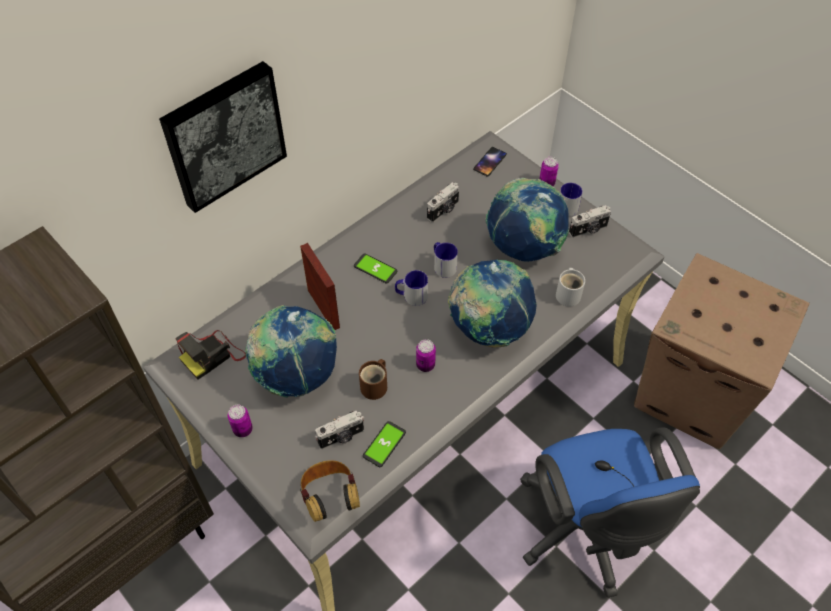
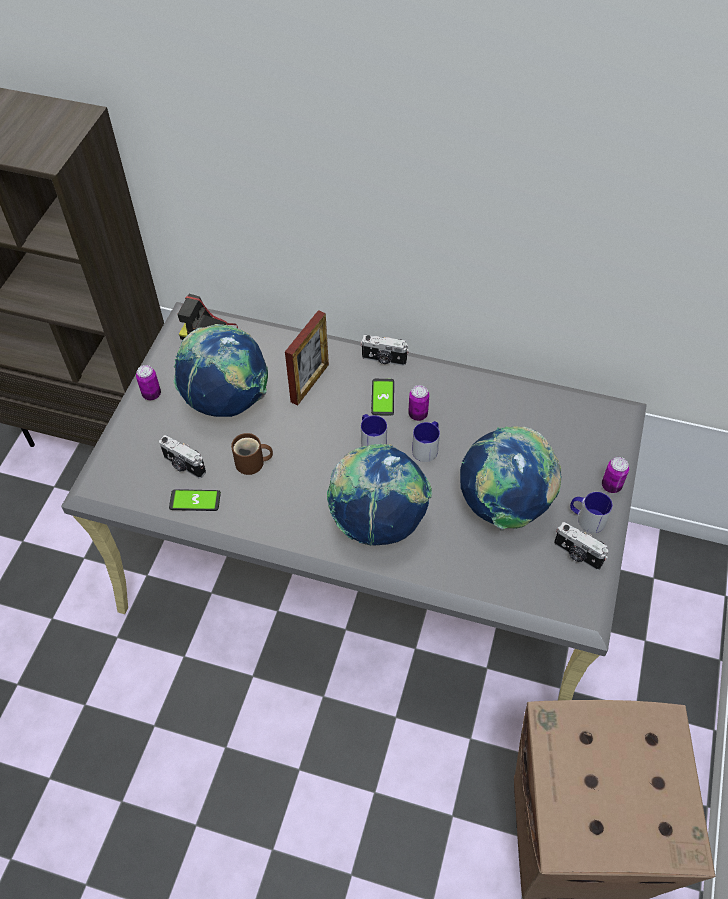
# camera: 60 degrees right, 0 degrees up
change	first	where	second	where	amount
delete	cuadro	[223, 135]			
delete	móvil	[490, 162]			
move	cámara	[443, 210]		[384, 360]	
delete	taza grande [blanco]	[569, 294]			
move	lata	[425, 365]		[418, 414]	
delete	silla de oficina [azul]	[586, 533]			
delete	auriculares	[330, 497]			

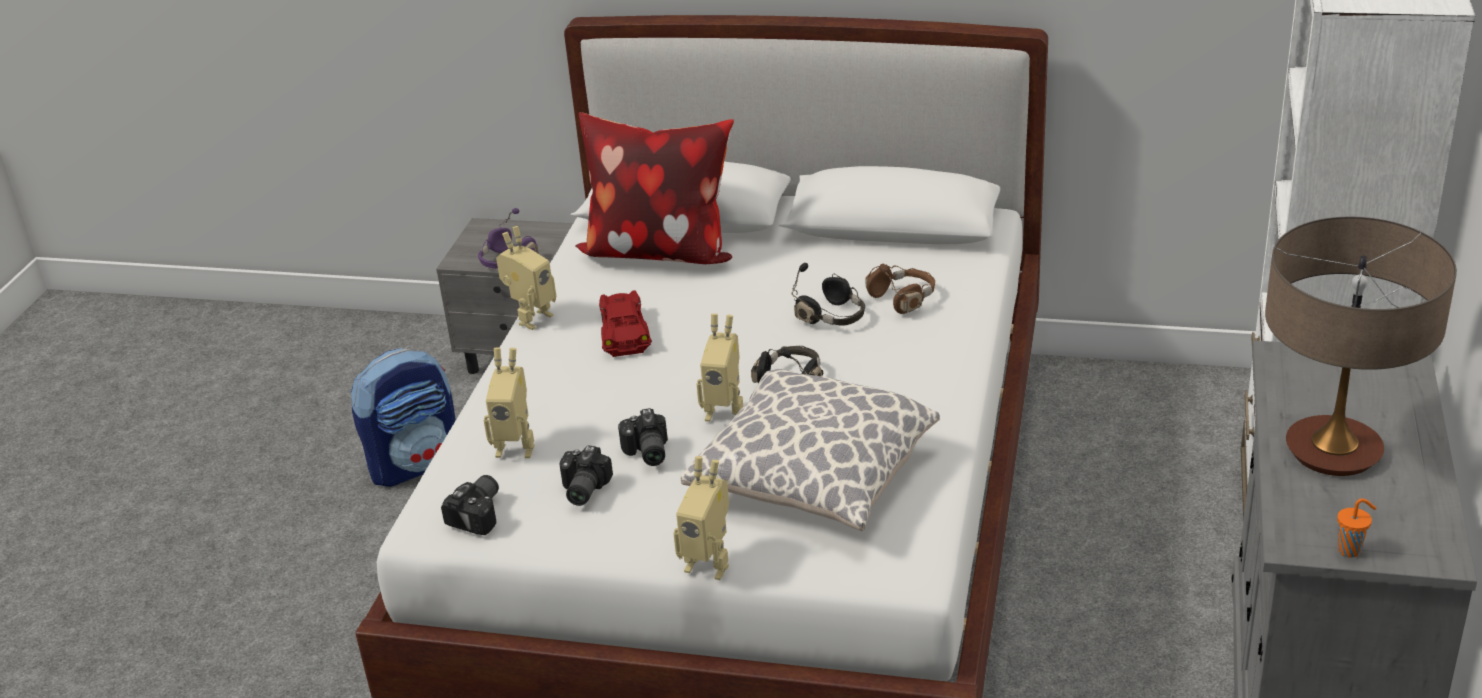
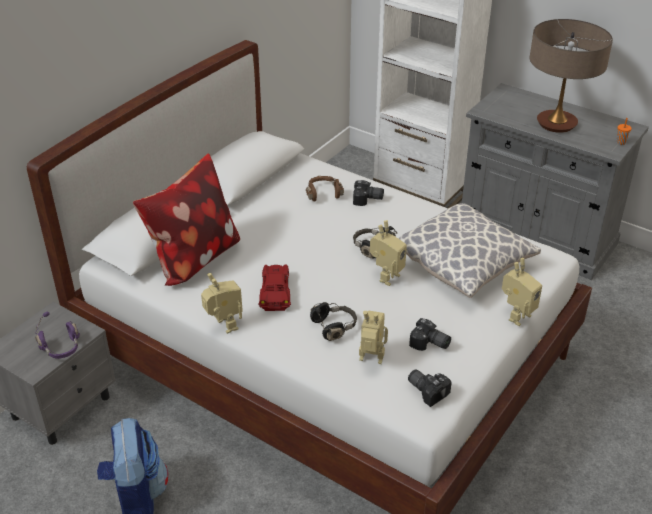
# camera: 70 degrees left, 5 degrees up
change	first	where	second	where	amount
move	auriculares [negro]	[833, 317]		[334, 327]	
rotate	coche de juguete [rojo]	[624, 332]		[275, 292]	75 degrees clockwise
rotate	robot de juguete	[516, 447]		[370, 360]	105 degrees counterclockwise
move	cámara	[646, 453]		[367, 200]	

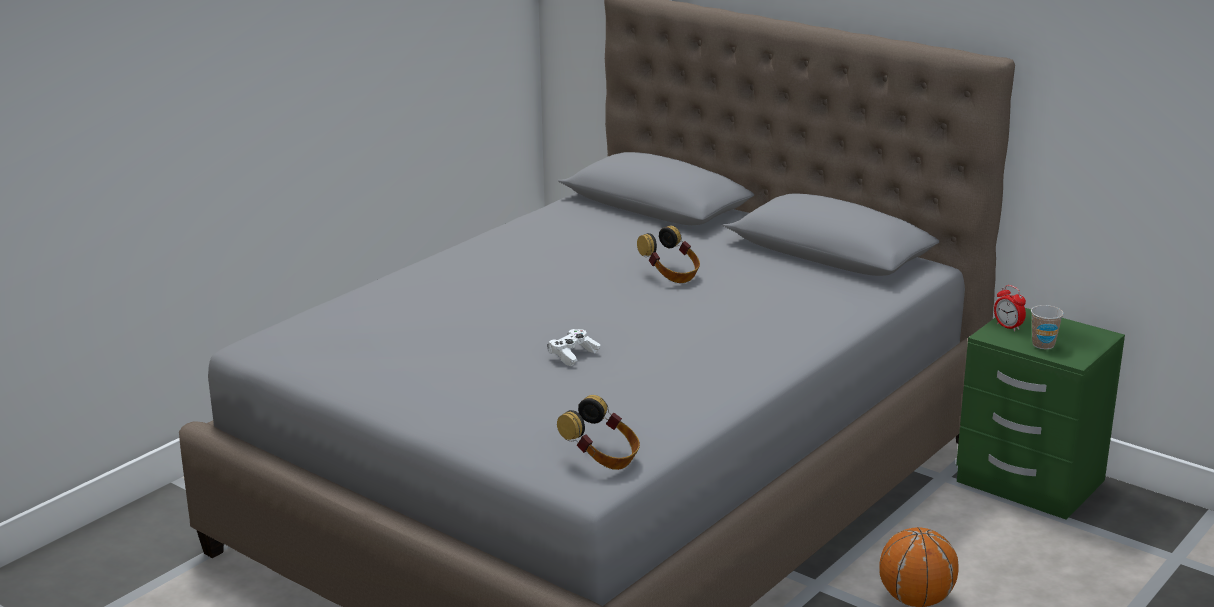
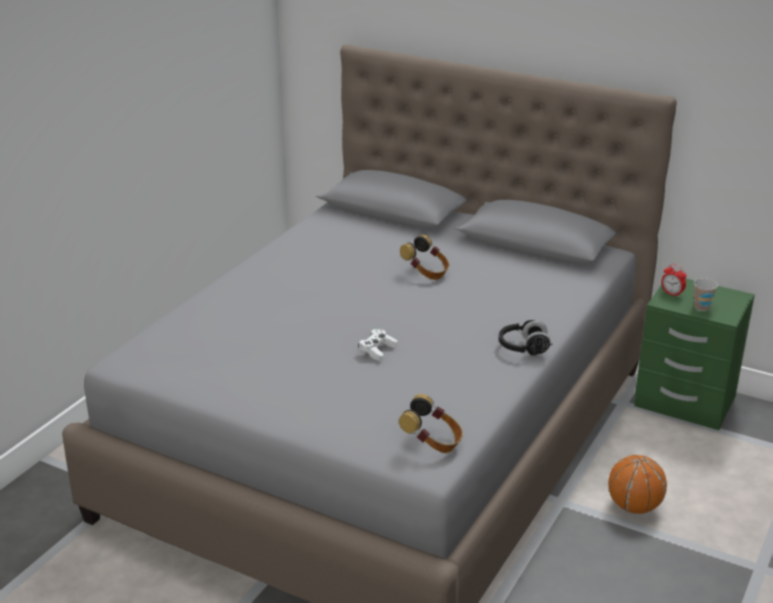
# camera: 10 degrees left, 5 degrees up
change	first	where	second	where	amount
insert			auriculares [negro]	[523, 348]	

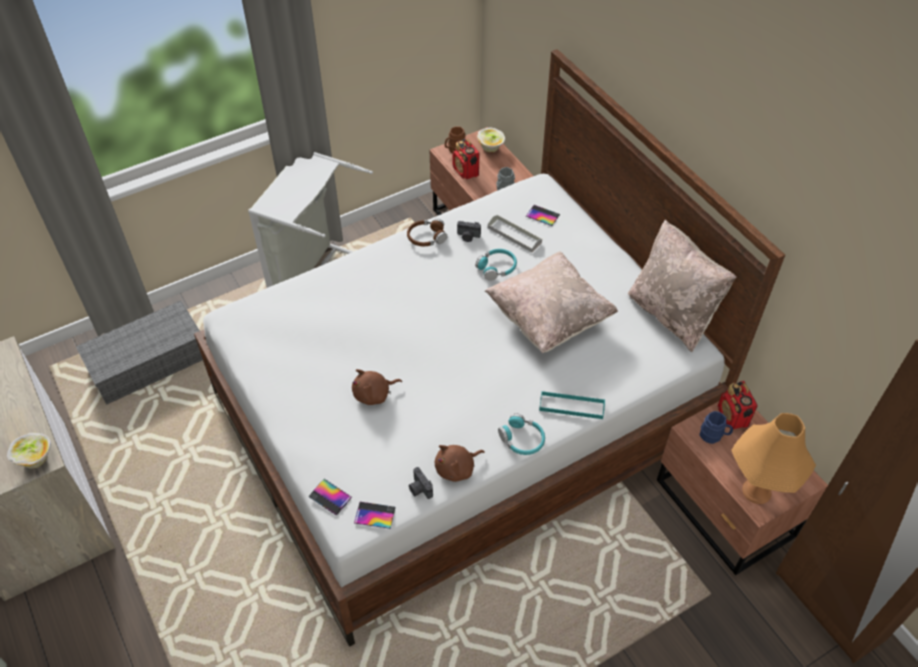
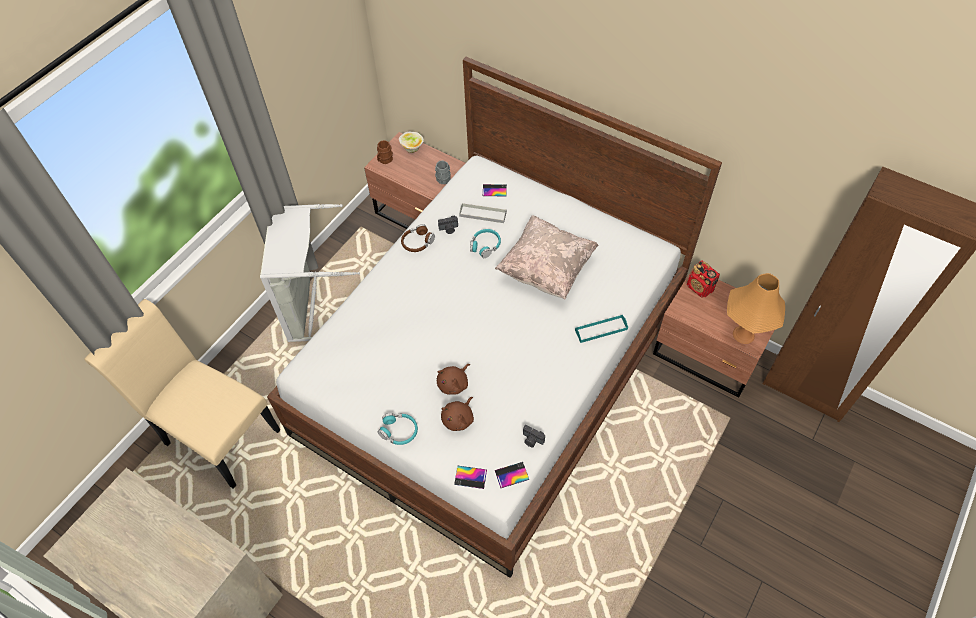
# camera: 25 degrees left, 5 degrees up
change	first	where	second	where	amount
delete	radio	[466, 171]			
delete	cojín [beis]	[672, 314]			
replace	caja de almacenaje [gris]	[150, 361]	silla [beis]	[216, 433]	
delete	taza grande [azul]	[714, 435]			
move	auriculares [turquesa]	[522, 439]		[399, 431]	
delete	cuenco	[36, 460]			
move	peluche [marrón]	[457, 468]		[459, 418]	

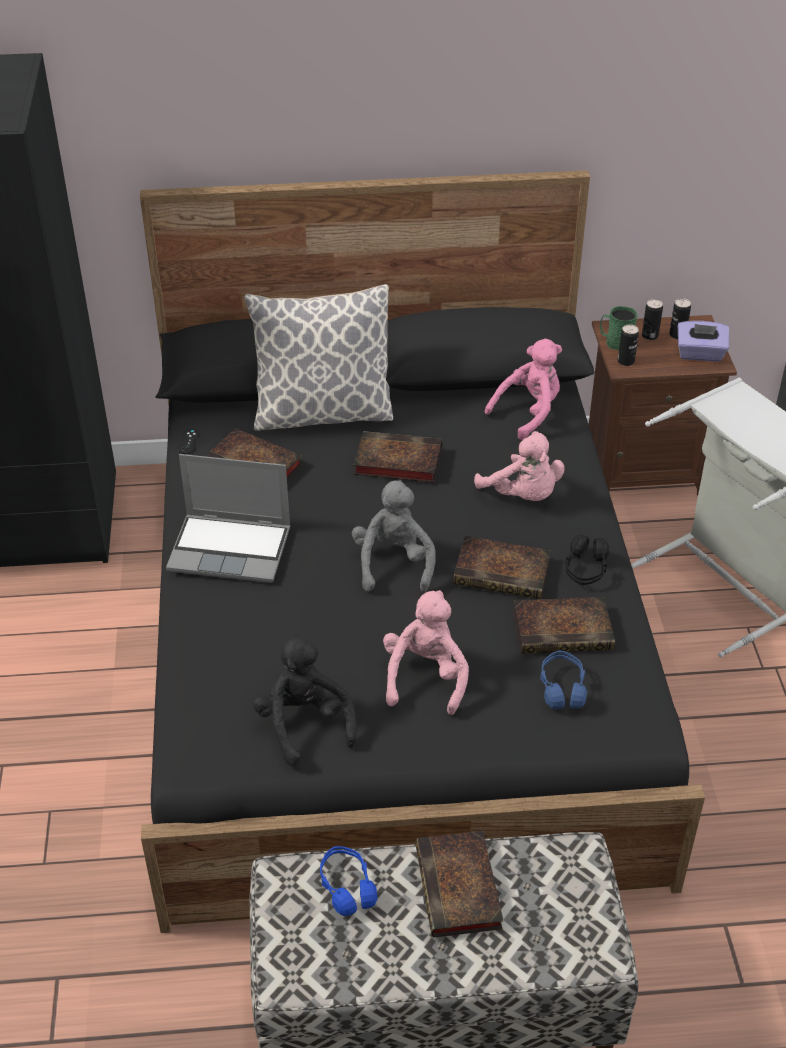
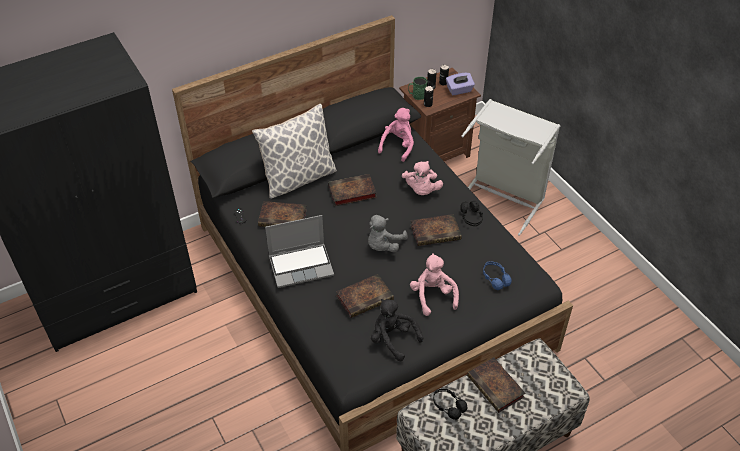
# camera: 25 degrees left, 5 degrees up
change	first	where	second	where	amount
rotate	peluche [rosa]	[523, 495]		[421, 190]	60 degrees clockwise
rotate	peluche [gris]	[393, 563]		[383, 245]	120 degrees counterclockwise
move	libro	[565, 629]		[365, 297]	
recolor	auriculares [azul]	[347, 887]	auriculares [negro]	[448, 406]	

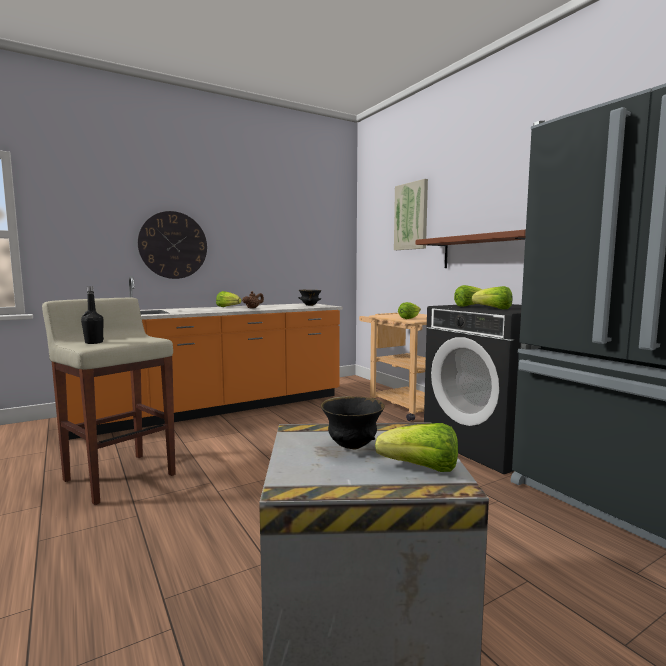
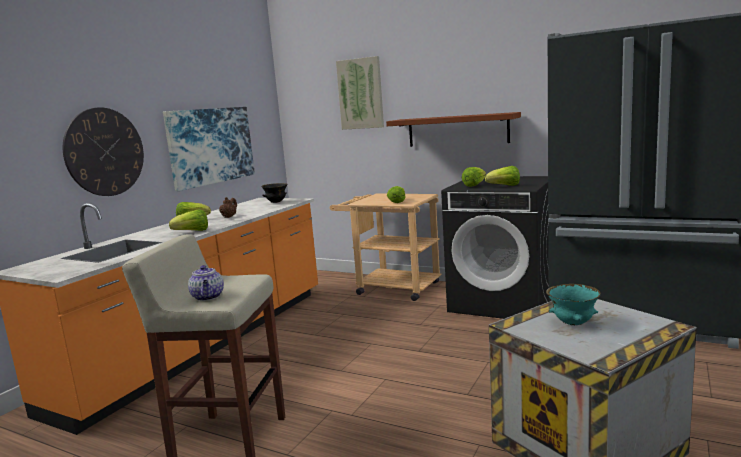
# camera: 30 degrees left, 5 degrees up
change	first	where	second	where	amount
replace	botella [negro]	[94, 342]	tetera	[208, 297]	
recolor	cuenco [negro]	[352, 447]	cuenco [turquesa]	[573, 323]	
move	lechuga	[421, 468]		[192, 232]	
insert			cuadro	[211, 146]	

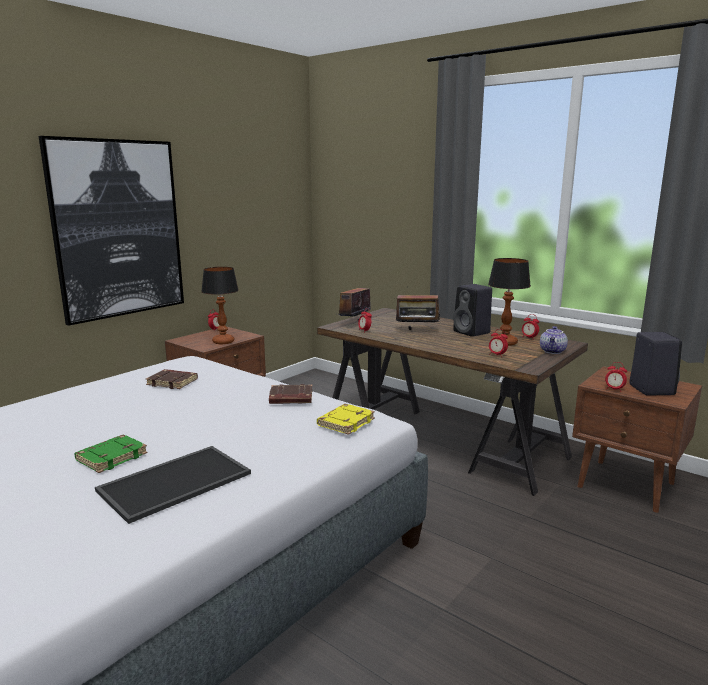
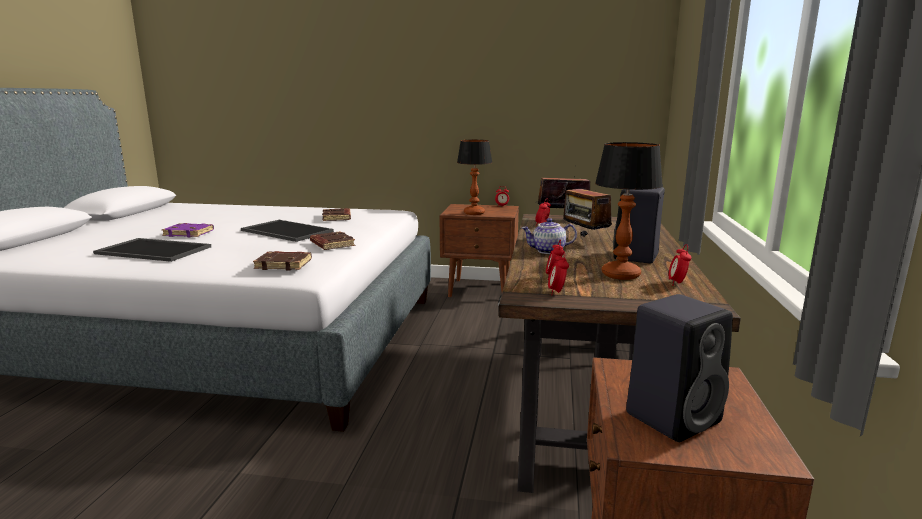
# camera: 60 degrees right, 0 degrees up
change	first	where	second	where	amount
delete	cuadro	[118, 229]			
move	tetera	[553, 351]		[548, 251]	
move	despertador	[614, 389]		[557, 292]	
recolor	libro [amarillo]	[345, 422]	libro [marrón]	[284, 264]	
recolor	libro [verde]	[112, 457]	libro [morado]	[189, 233]	
insert			bandeja	[285, 231]	

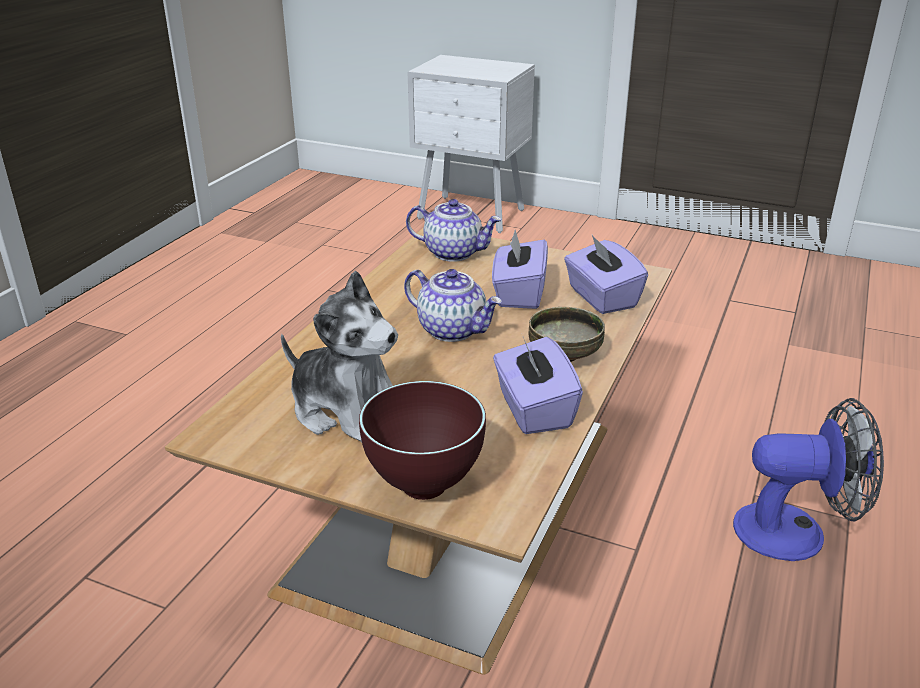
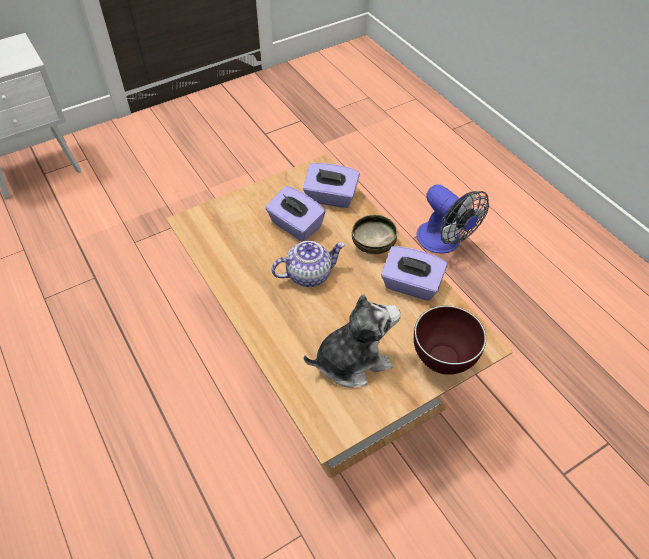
# camera: 55 degrees left, 20 degrees up
change	first	where	second	where	amount
delete	tetera	[454, 253]			
rotate	ventilador	[795, 531]		[444, 242]	105 degrees clockwise

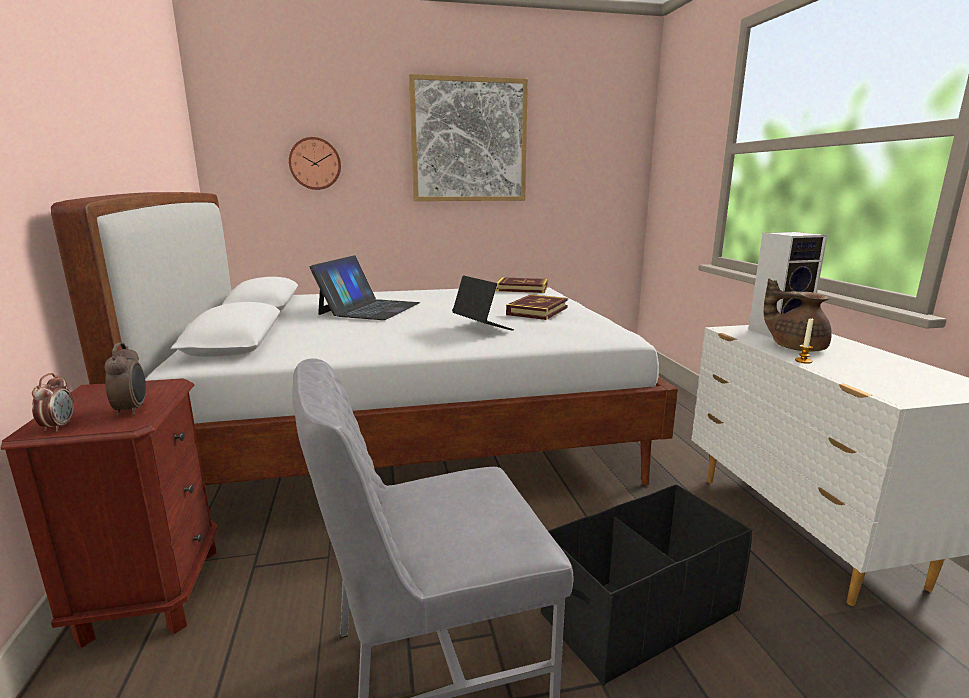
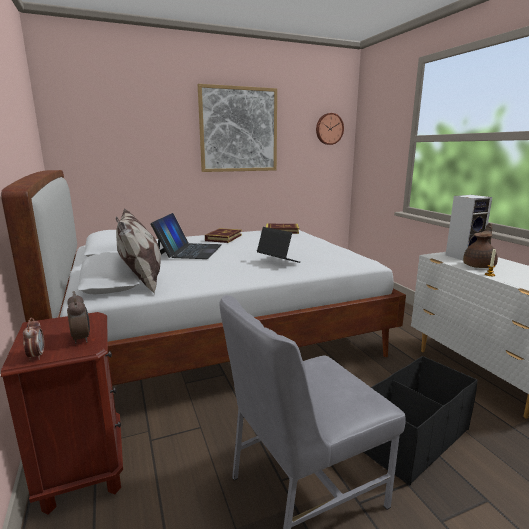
# camera: 10 degrees left, 0 degrees up
change	first	where	second	where	amount
move	reloj de pared	[315, 163]		[329, 129]	
rotate	tetera [marrón]	[795, 347]		[479, 266]	105 degrees clockwise
move	libro	[537, 311]		[223, 238]	
insert			cojín	[142, 283]	

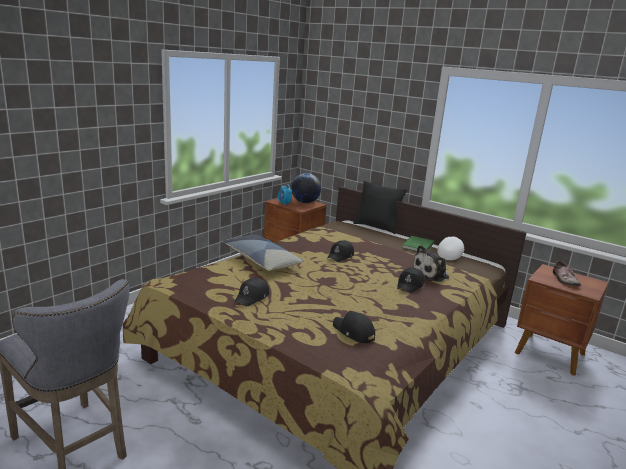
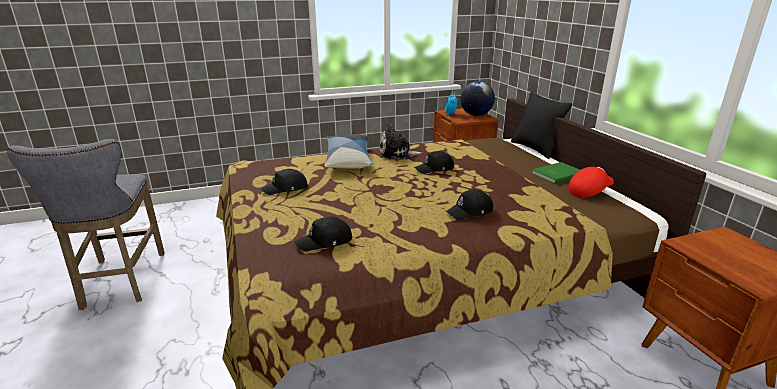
# camera: 35 degrees right, 5 degrees up
change	first	where	second	where	amount
recolor	gorra [blanco]	[450, 255]	gorra [rojo]	[588, 191]	
move	peluche	[431, 274]		[397, 154]	
delete	zapato	[563, 279]			
rotate	gorra [negro]	[353, 332]		[325, 241]	105 degrees counterclockwise

